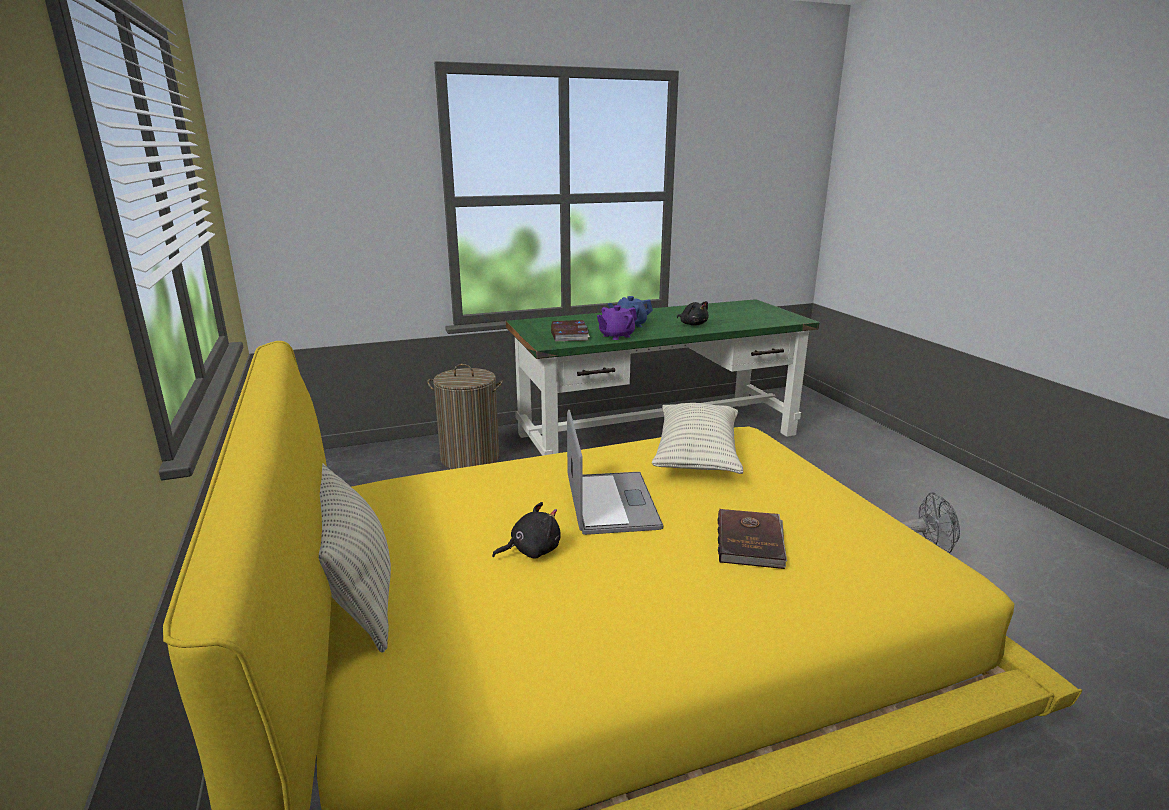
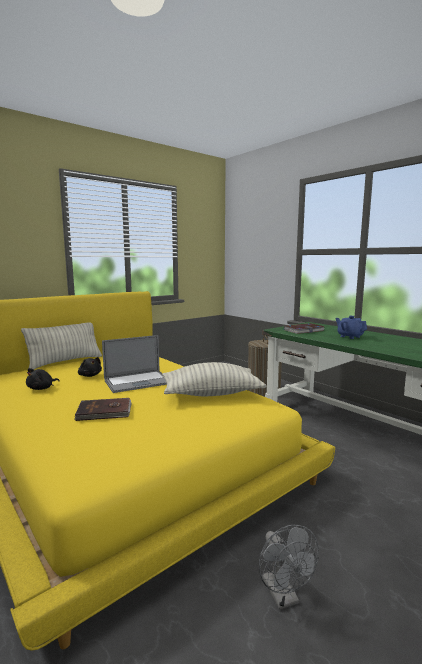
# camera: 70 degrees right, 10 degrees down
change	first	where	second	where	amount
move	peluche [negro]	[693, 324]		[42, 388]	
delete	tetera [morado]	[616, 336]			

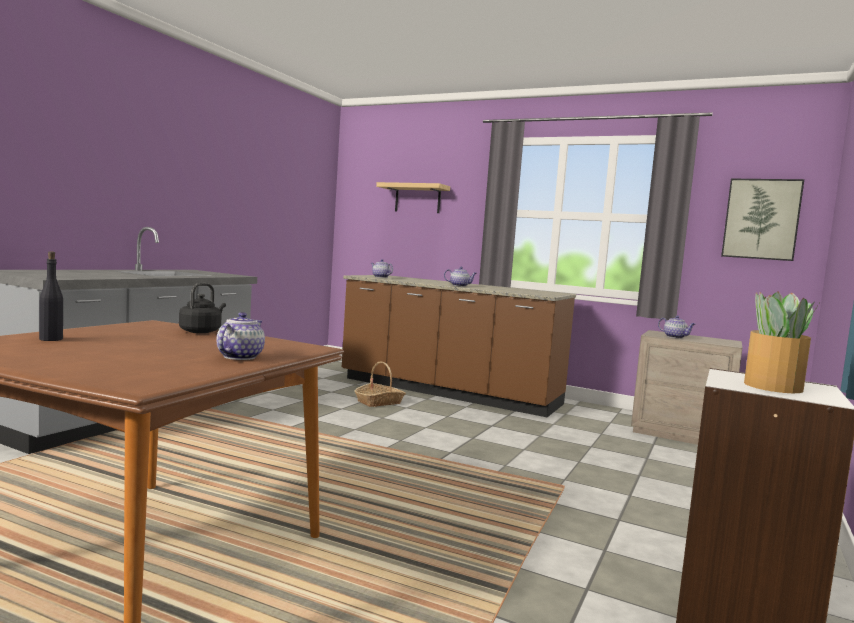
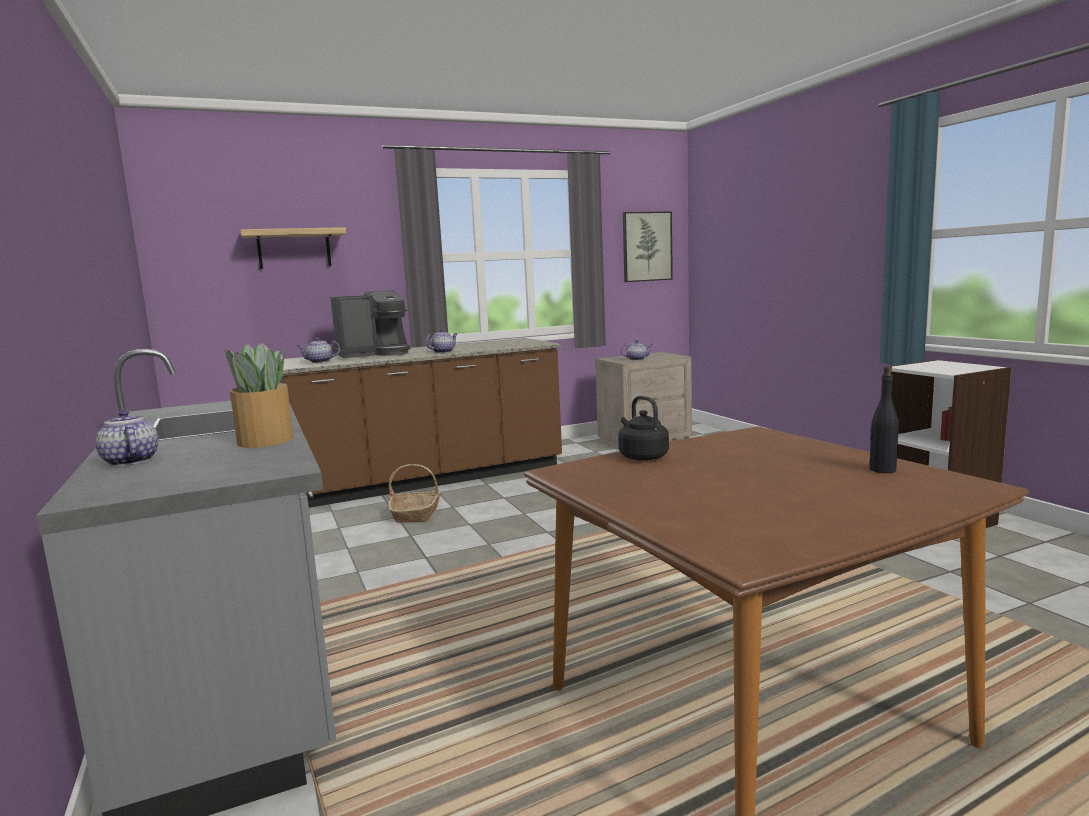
# camera: 50 degrees left, 5 degrees up
change	first	where	second	where	amount
move	botella [negro]	[51, 339]		[882, 470]	
move	planta en maceta	[772, 386]		[264, 441]	
move	tetera	[240, 357]		[130, 461]	
insert			cafetera	[375, 354]	

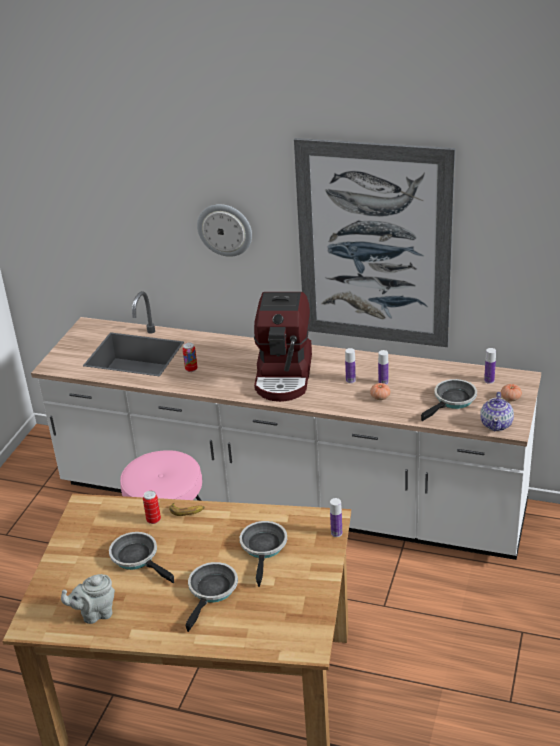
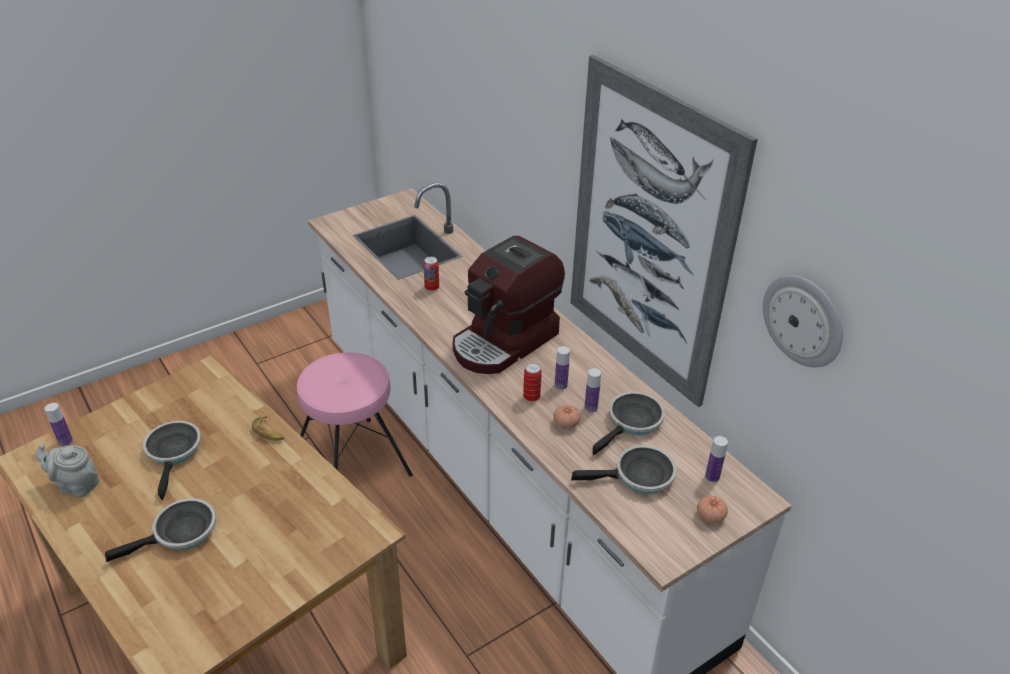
# camera: 35 degrees right, 5 degrees up
change	first	where	second	where	amount
move	reloj de pared	[225, 229]		[803, 320]	
delete	tetera	[496, 424]			
move	lata	[153, 520]		[531, 397]	
move	botella	[336, 533]		[65, 441]	
move	sartén	[264, 548]		[632, 422]	

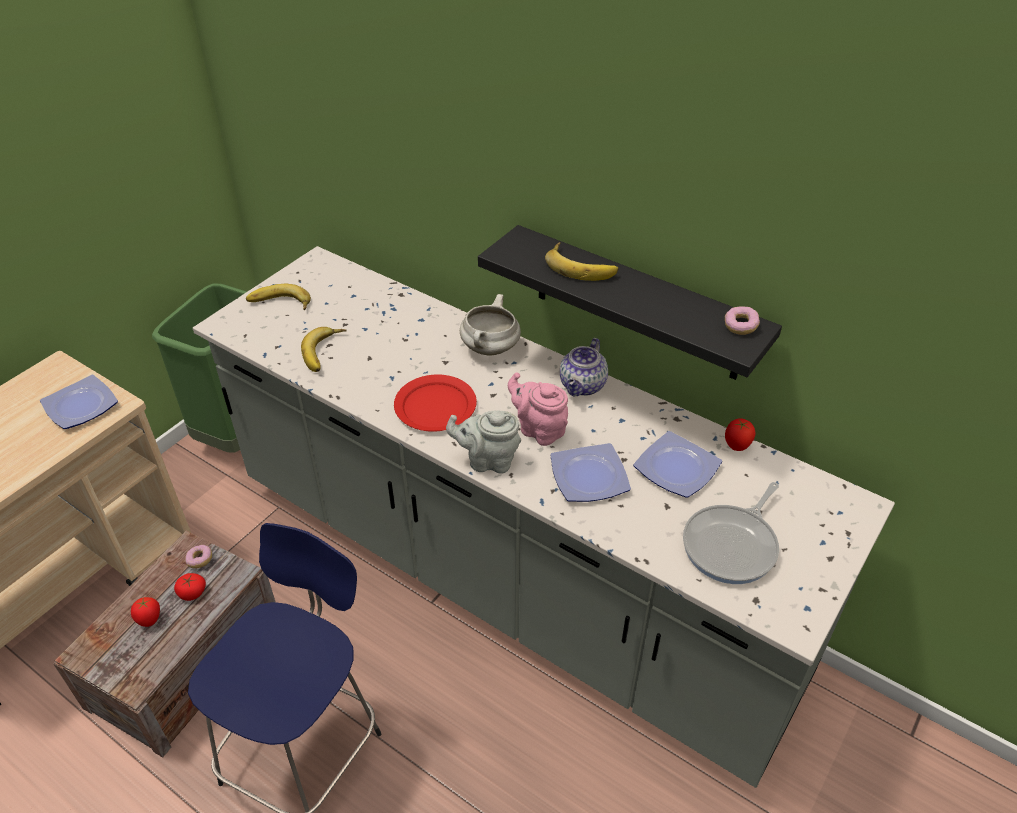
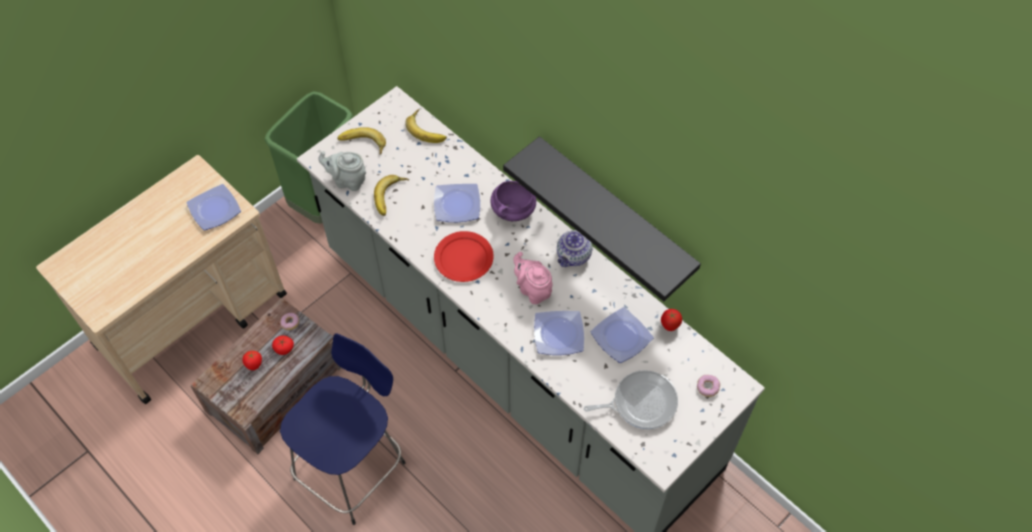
# camera: 10 degrees right, 15 degrees up
change	first	where	second	where	amount
move	plátano	[581, 266]		[427, 129]	
recolor	olla [blanco]	[490, 349]	olla [morado]	[513, 211]	
move	rosquilla	[740, 326]		[707, 388]	
move	tetera [gris]	[488, 460]		[347, 180]	
rotate	sartén	[732, 545]		[640, 402]	150 degrees counterclockwise
insert			plato	[458, 204]	

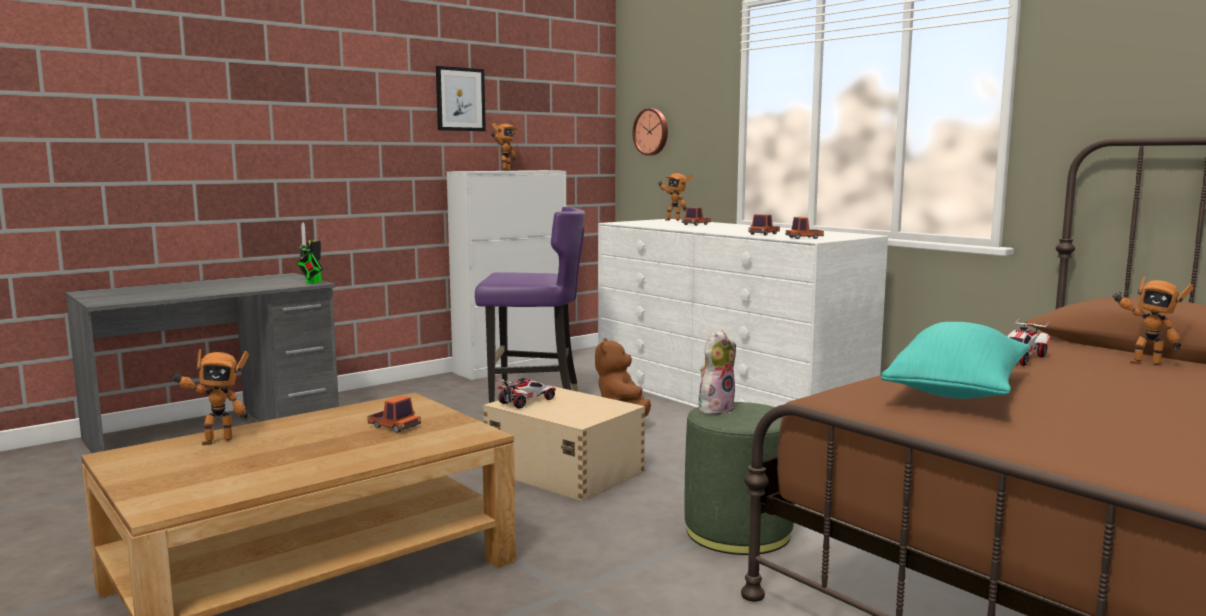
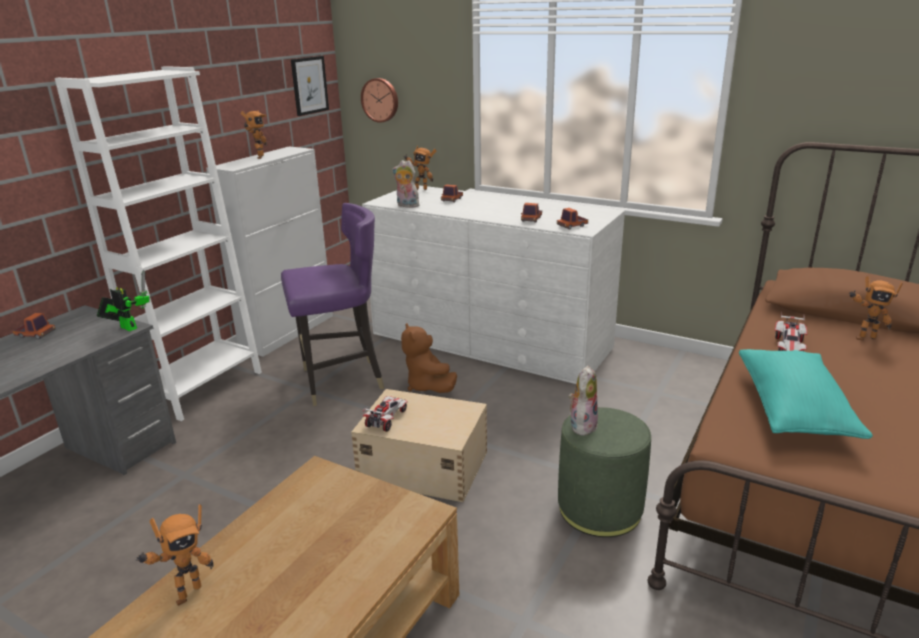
# camera: 20 degrees left, 15 degrees up
change	first	where	second	where	amount
move	cuadro	[460, 99]		[309, 85]	
rotate	robot de juguete	[312, 282]		[127, 327]	135 degrees clockwise
move	camión de juguete	[394, 427]		[35, 334]	
insert			estantería [blanco]	[202, 388]	
insert			peluche	[406, 206]	

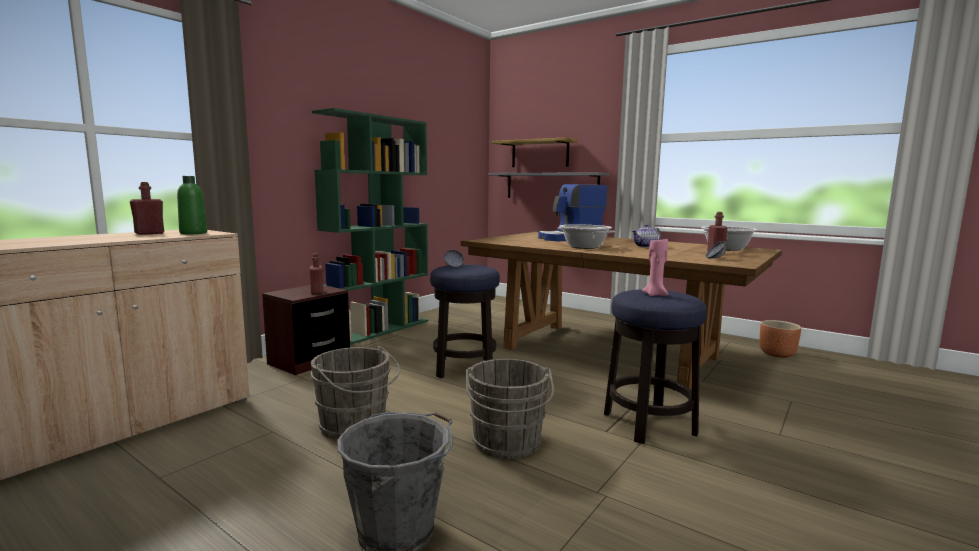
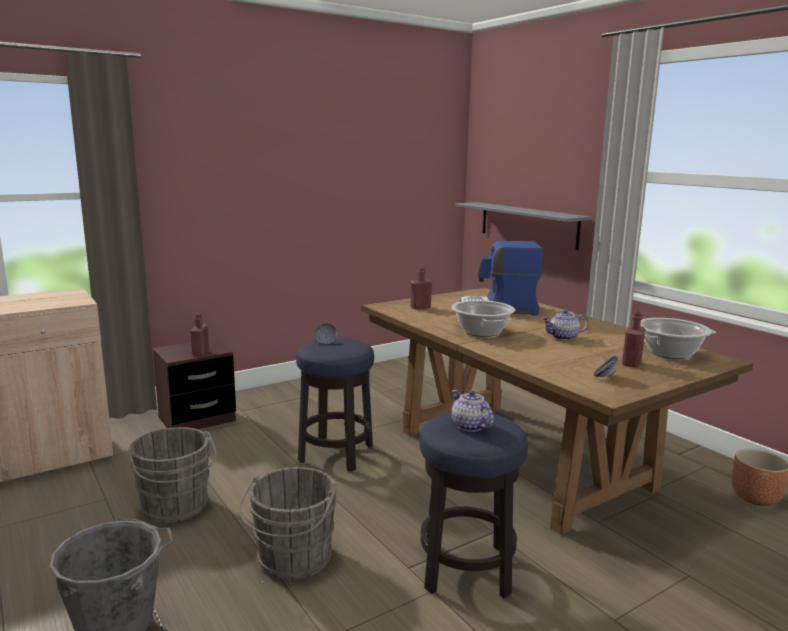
# camera: 20 degrees right, 5 degrees up
change	first	where	second	where	amount
delete	estantería [verde]	[379, 330]			
delete	estante	[539, 154]			
delete	botella [verde]	[193, 233]			
move	botella [rojo]	[149, 233]		[420, 307]	
replace	vela [rosa]	[655, 295]	tetera	[469, 426]	

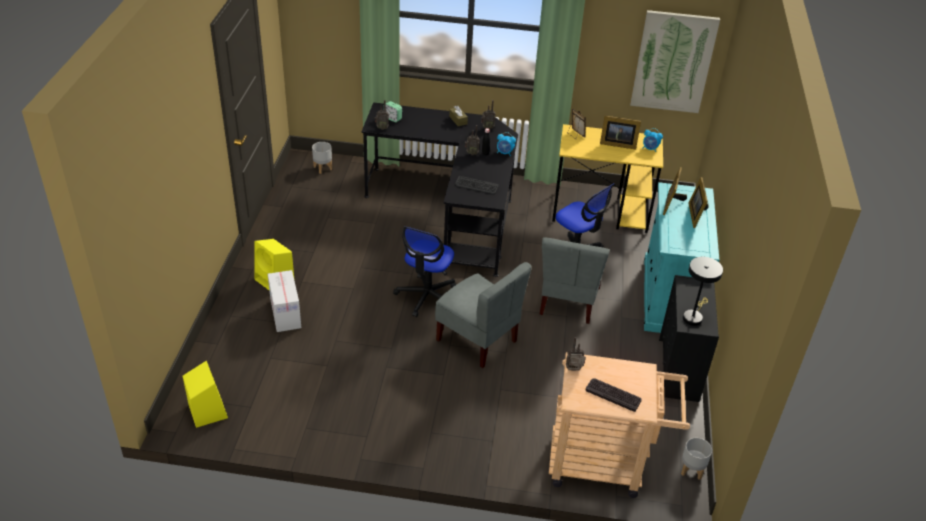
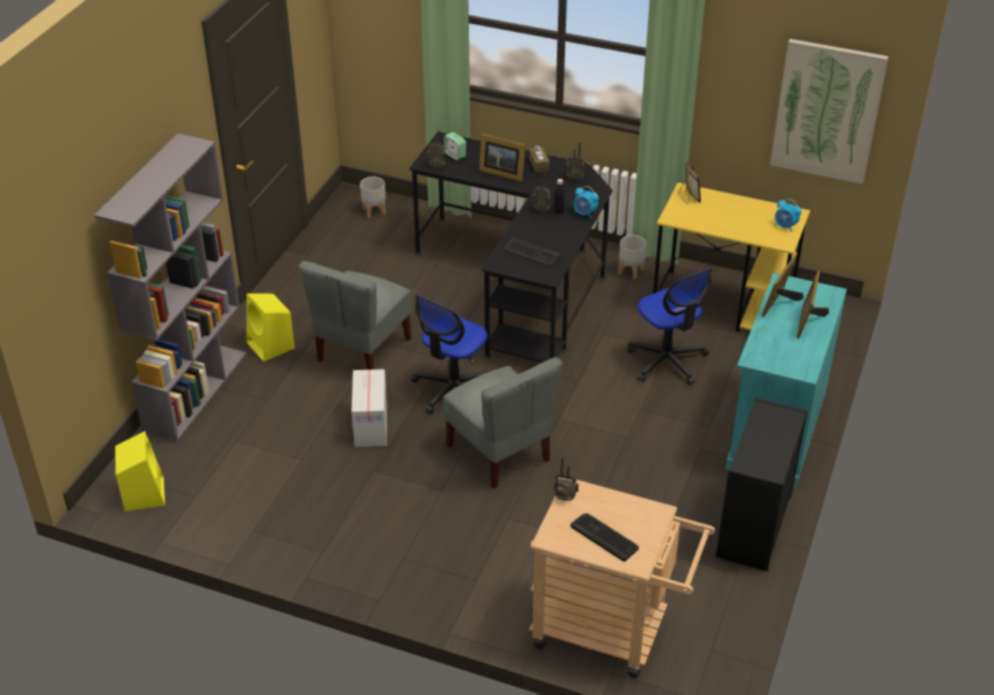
# camera: 15 degrees right, 0 degrees up
change	first	where	second	where	amount
move	portarretratos	[617, 143]		[501, 172]	
move	silla [gris]	[568, 301]		[362, 350]	
delete	lámpara de mesa [negro]	[693, 316]			
move	caja de cartón	[285, 314]		[370, 425]	
move	maceta [gris]	[692, 469]		[631, 271]	
insert			estantería [gris]	[195, 391]	

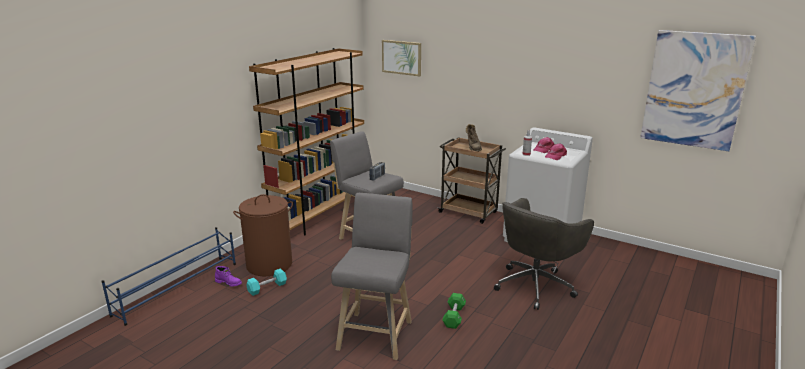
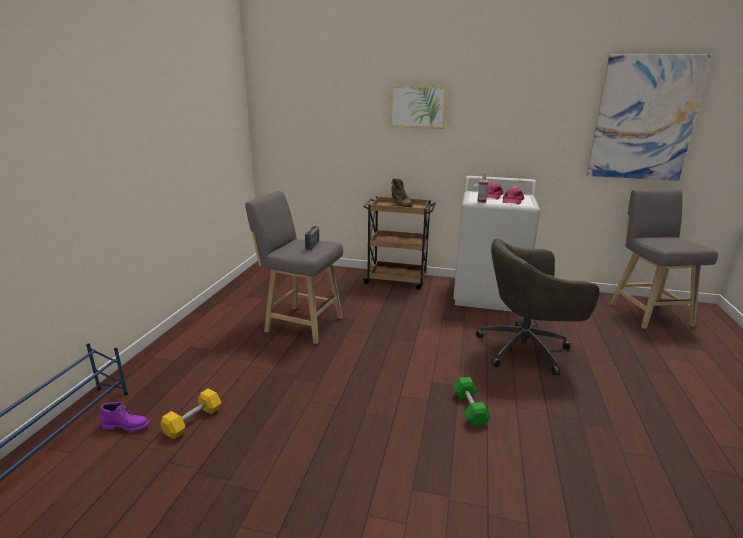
# camera: 20 degrees left, 0 degrees up
change	first	where	second	where	amount
move	cuadro	[401, 57]		[418, 106]	
delete	estantería [marrón]	[319, 215]			
move	taburete [gris]	[376, 332]		[647, 312]	
delete	cesto de la ropa [marrón]	[269, 264]			
rotate	silla de oficina [gris]	[535, 285]		[526, 349]	60 degrees clockwise
recolor	mancuerna [turquesa]	[267, 288]	mancuerna [amarillo]	[193, 421]	

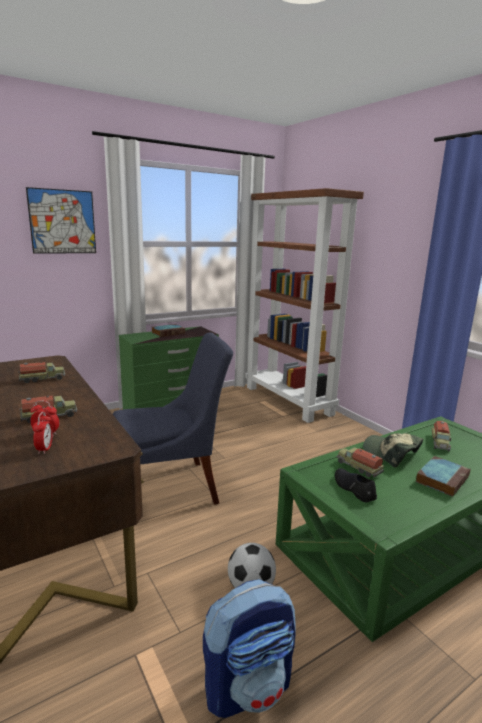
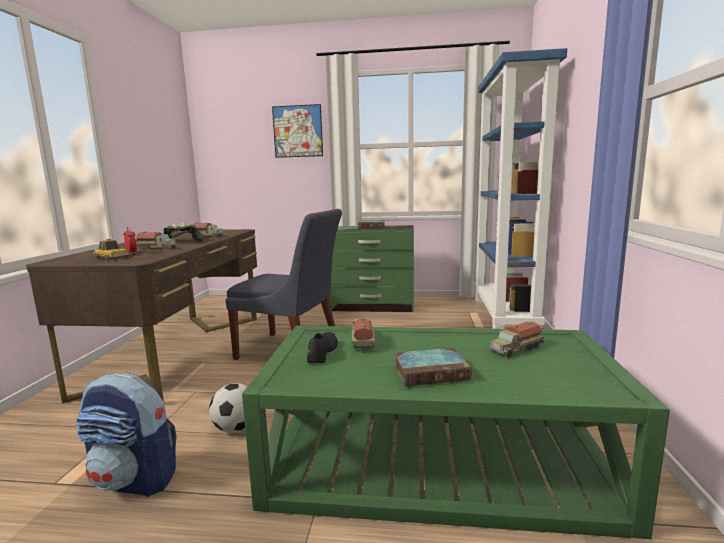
# camera: 40 degrees right, 5 degrees down
change	first	where	second	where	amount
recolor	estantería [marrón]	[289, 400]	estantería [azul]	[504, 317]	
replace	despertador	[45, 449]	coche de juguete	[112, 257]	
move	gorra	[391, 454]		[186, 241]	

